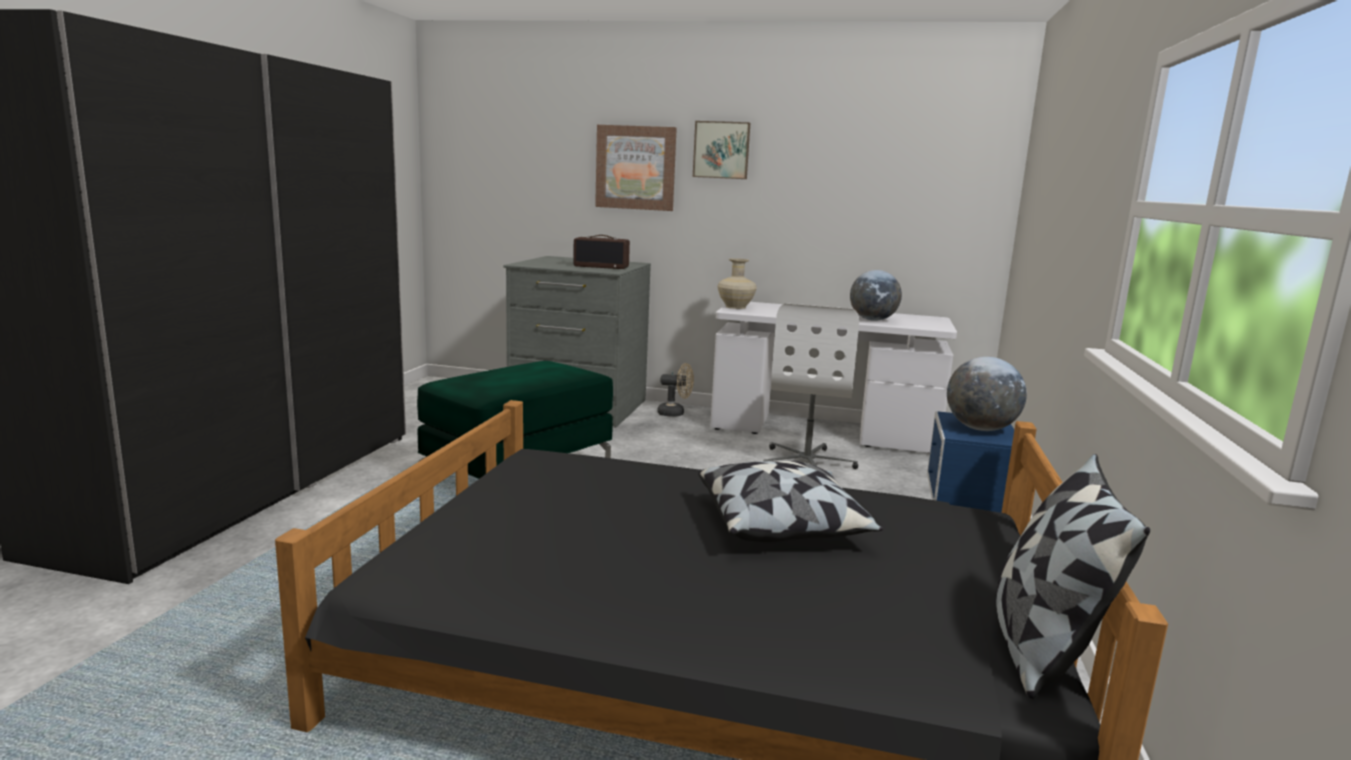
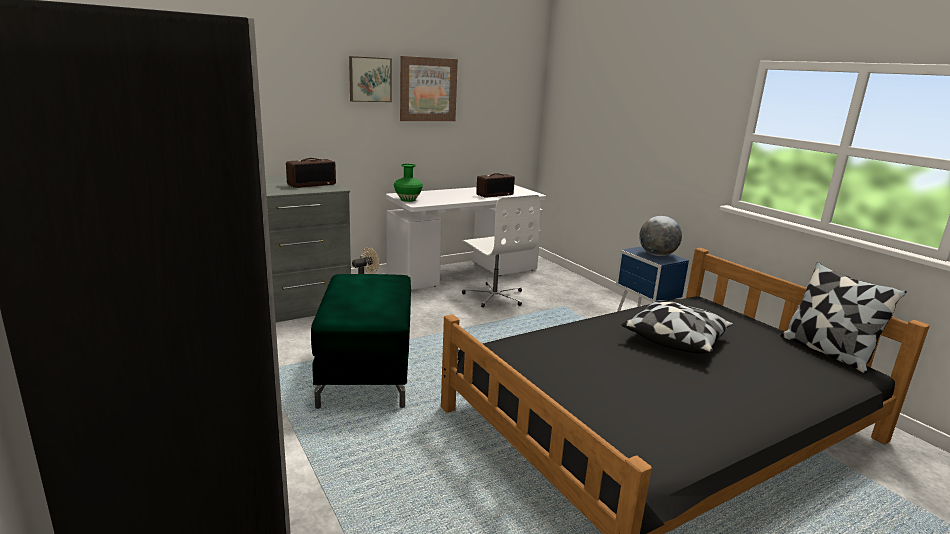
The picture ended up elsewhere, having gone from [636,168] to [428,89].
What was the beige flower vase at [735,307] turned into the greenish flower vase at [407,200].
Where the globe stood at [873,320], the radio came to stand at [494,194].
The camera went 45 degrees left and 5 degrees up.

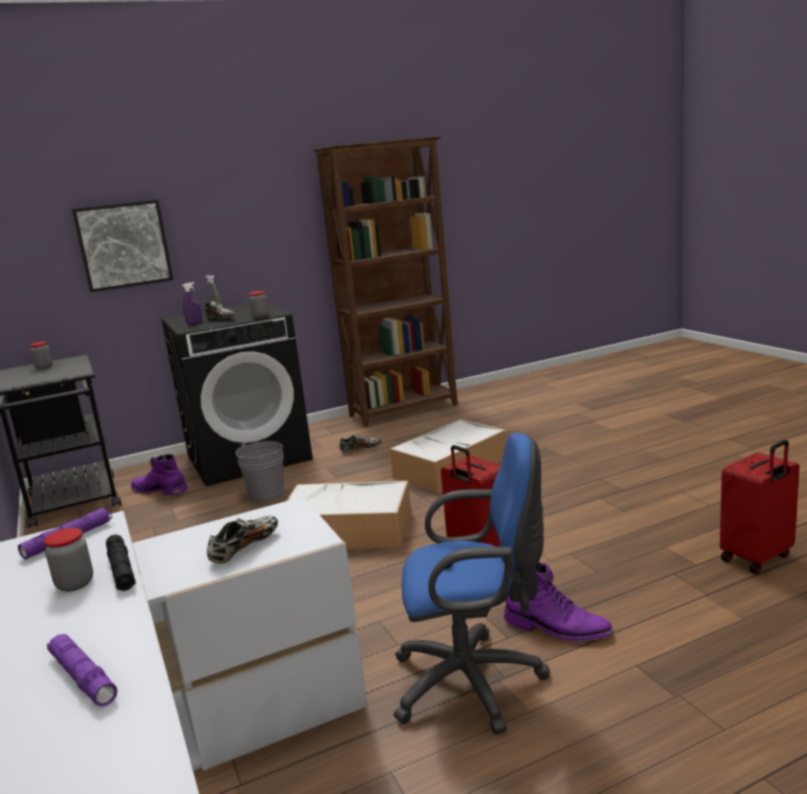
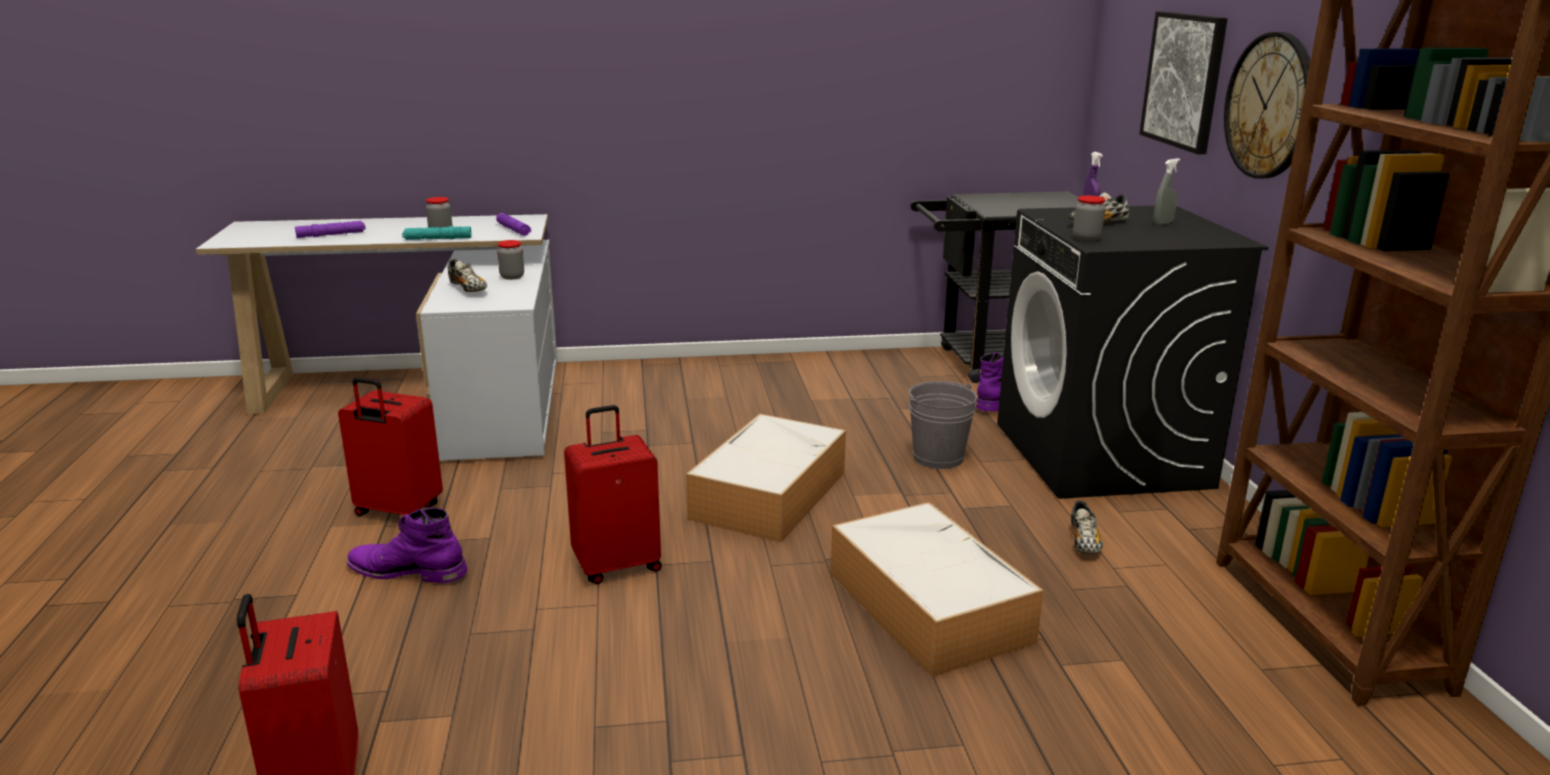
The jar ended up elsewhere, having gone from [44,367] to [512,277].
What was the black hand torch at [121,570] turned into the turquoise-coloured hand torch at [437,239].
Where the blue-coloured office chair stood at [476,683], the red-coloured travel case came to stand at [397,511].
The purple boot at [557,628] ended up facing another way, 60 degrees clockwise from before.
The second view gained the clock on the wall at [1270,106].
The camera went 105 degrees right and 5 degrees up.

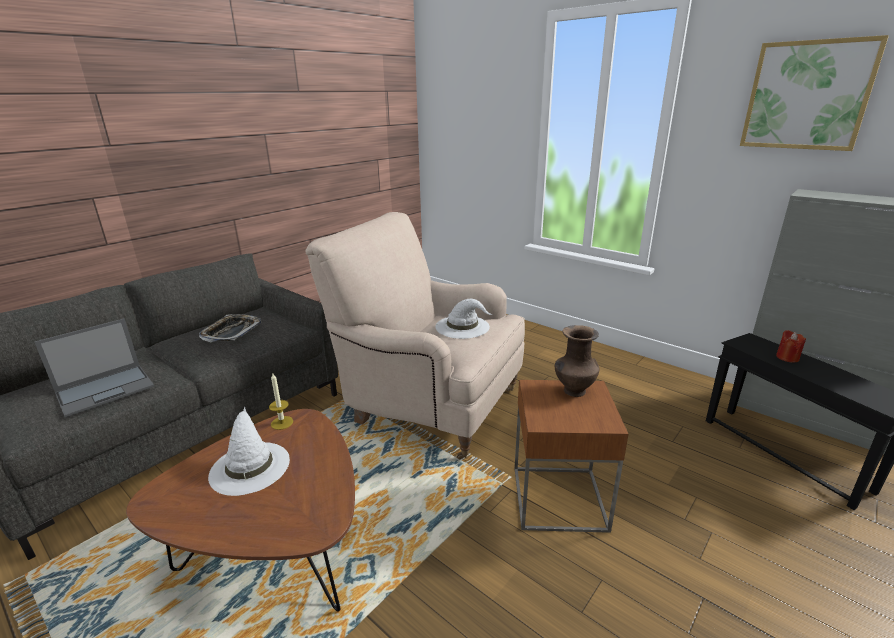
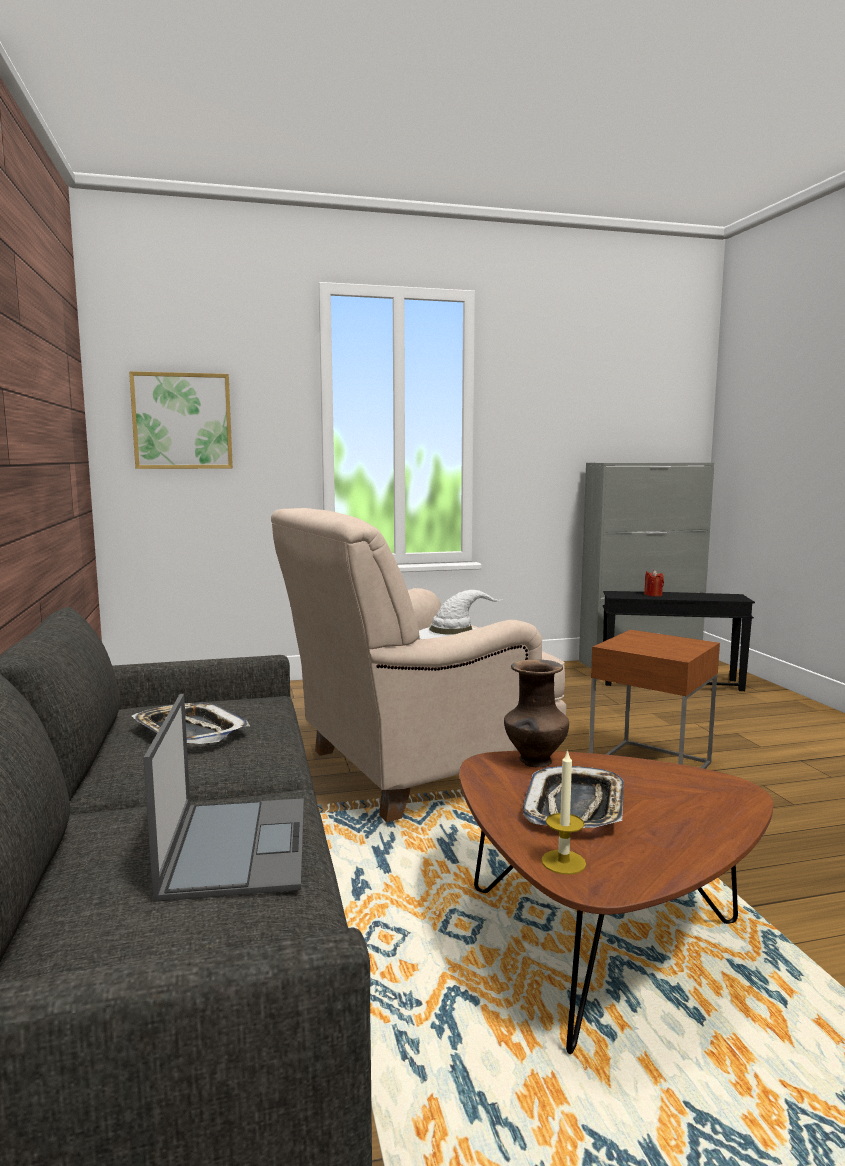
Where the white-coloured hat stood at [249,466], the serving tray came to stand at [575,807].
The wax candle ended up elsewhere, having gone from [282,423] to [563,862].
The brown-coloured flower vase ended up elsewhere, having gone from [573,391] to [535,762].
The picture ended up elsewhere, having gone from [807,96] to [182,421].
The camera went 55 degrees left and 15 degrees down.

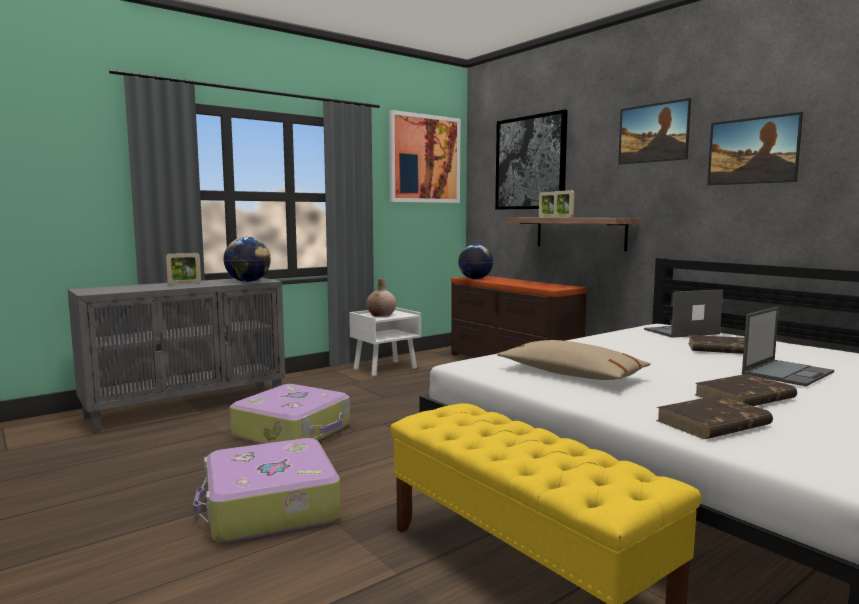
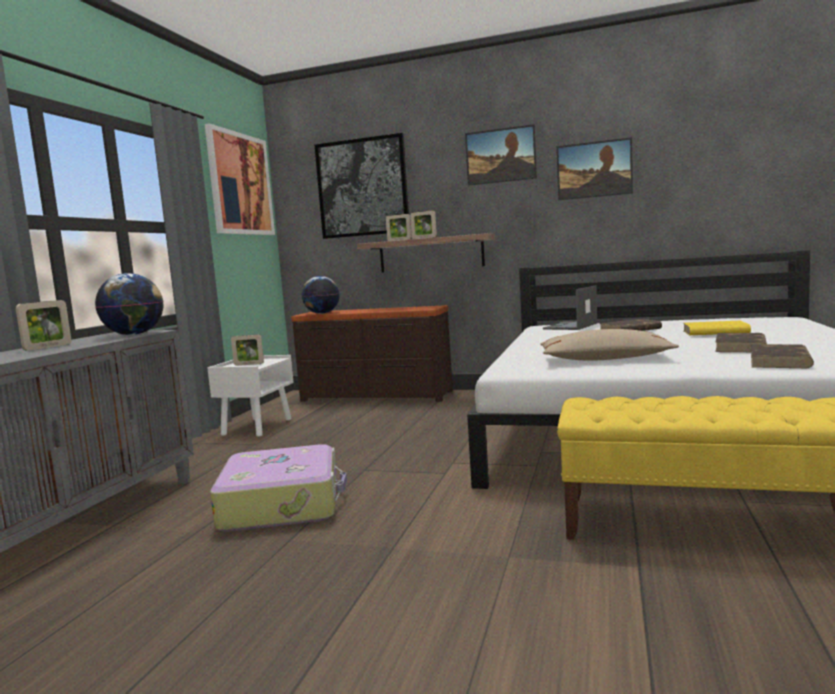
The second view lost the travel case at [269,507].
Where the beige flower vase stood at [381,315], the picture frame came to stand at [249,364].
Where the notebook computer stood at [787,373], the yellow-coloured book came to stand at [714,332].
The camera went 35 degrees left and 0 degrees up.

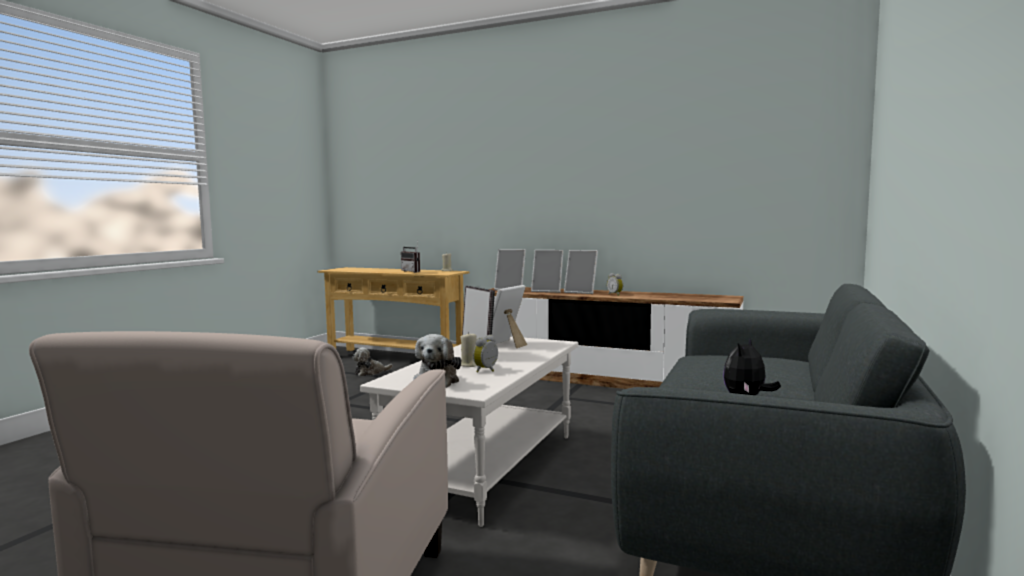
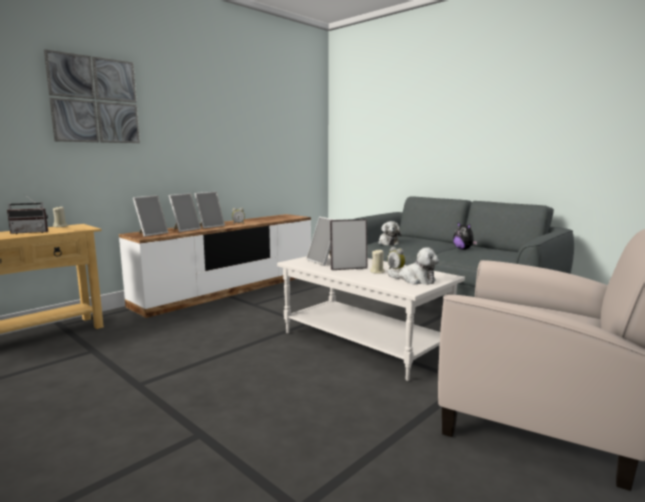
The cuddly toy ended up elsewhere, having gone from [370,372] to [388,243].
The second view gained the picture at [94,100].
The camera went 70 degrees left and 5 degrees up.

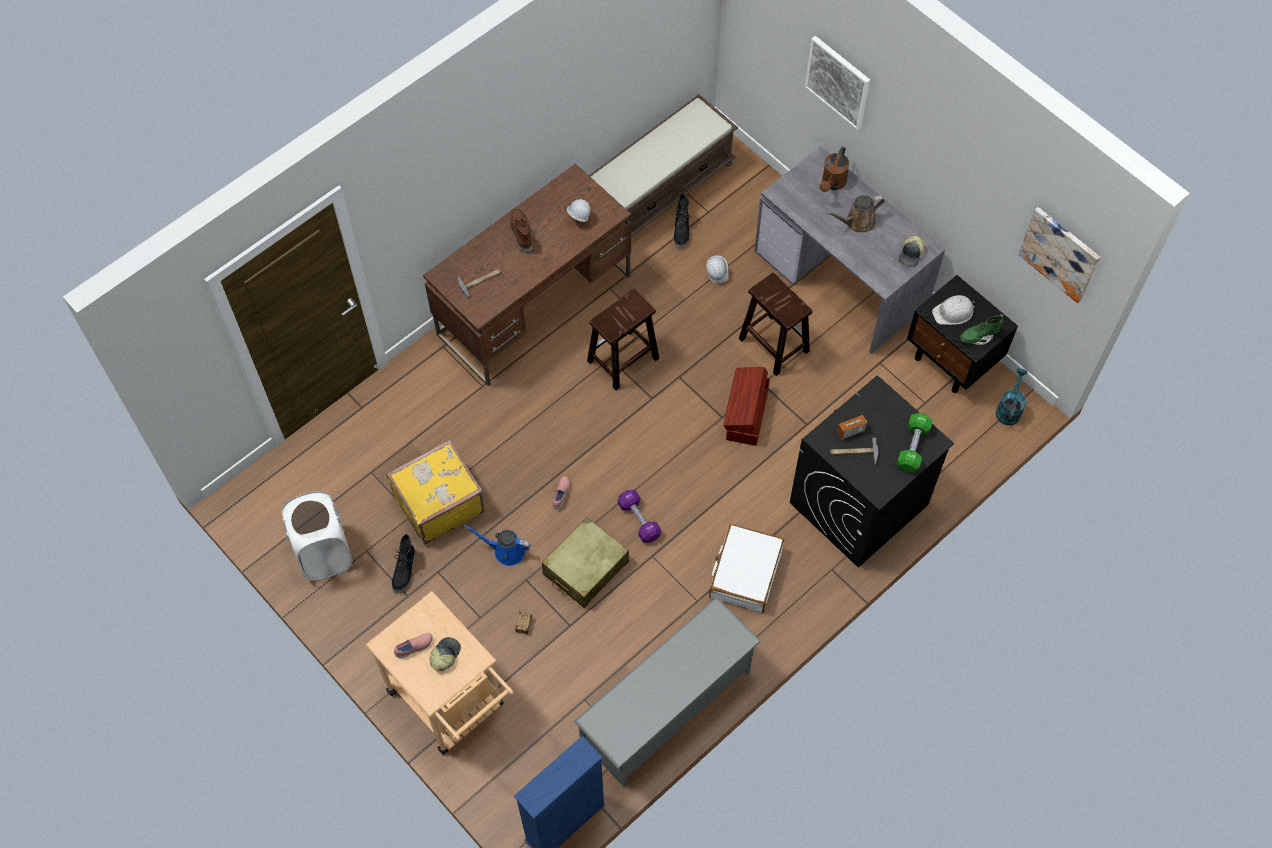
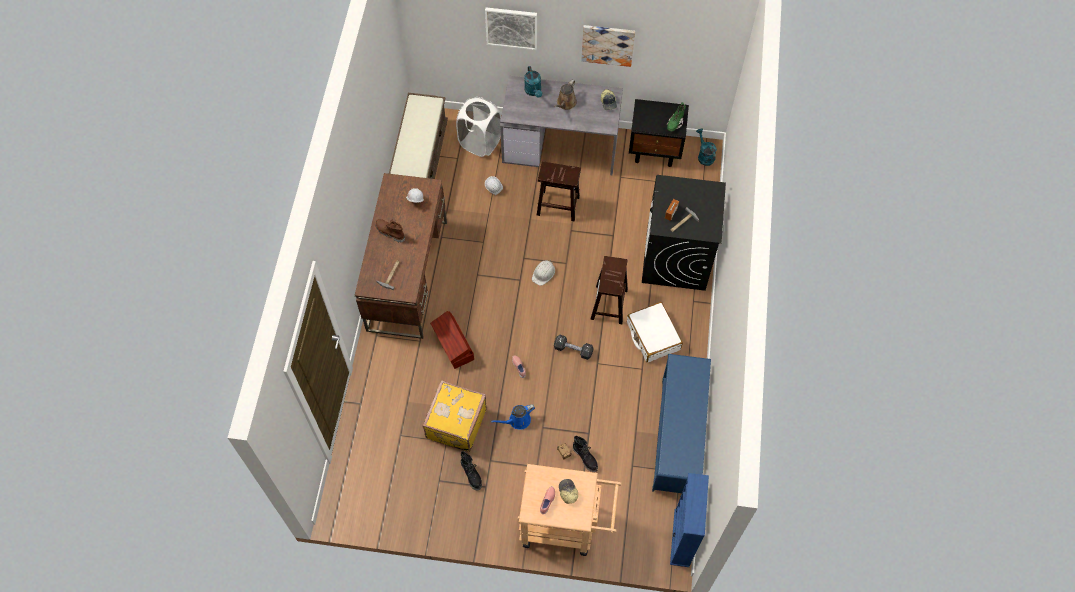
The white-coloured laundry basket ended up elsewhere, having gone from [324,553] to [480,142].
The second view lost the beige travel case at [585,568].
What was the greyish shoe shelf at [666,708] turned into the blue-coloured shoe shelf at [678,436].
The brown-coloured stool seat ended up elsewhere, having gone from [622,360] to [609,305].
What was the purple free weight at [639,520] turned into the black free weight at [573,350].
The black boot ended up elsewhere, having gone from [682,231] to [585,458].
The brown-coloured storage box ended up elsewhere, having gone from [746,414] to [453,346].
What was the brown-coloured sprinkling can at [832,183] turned into the turquoise-coloured sprinkling can at [533,91].
The second view lost the greenish free weight at [913,447].
The white-coloured hard hat ended up elsewhere, having gone from [953,312] to [543,273].
The picture ended up elsewhere, having gone from [1060,253] to [608,44].
The camera went 40 degrees left and 0 degrees up.

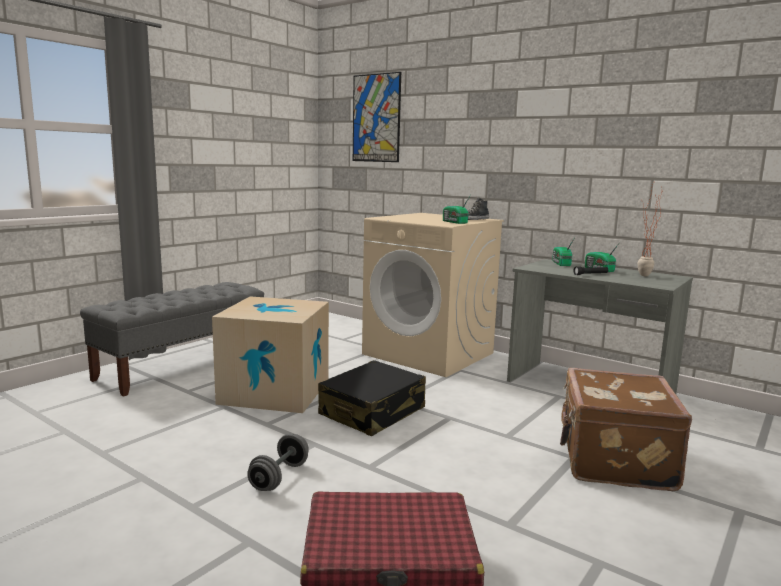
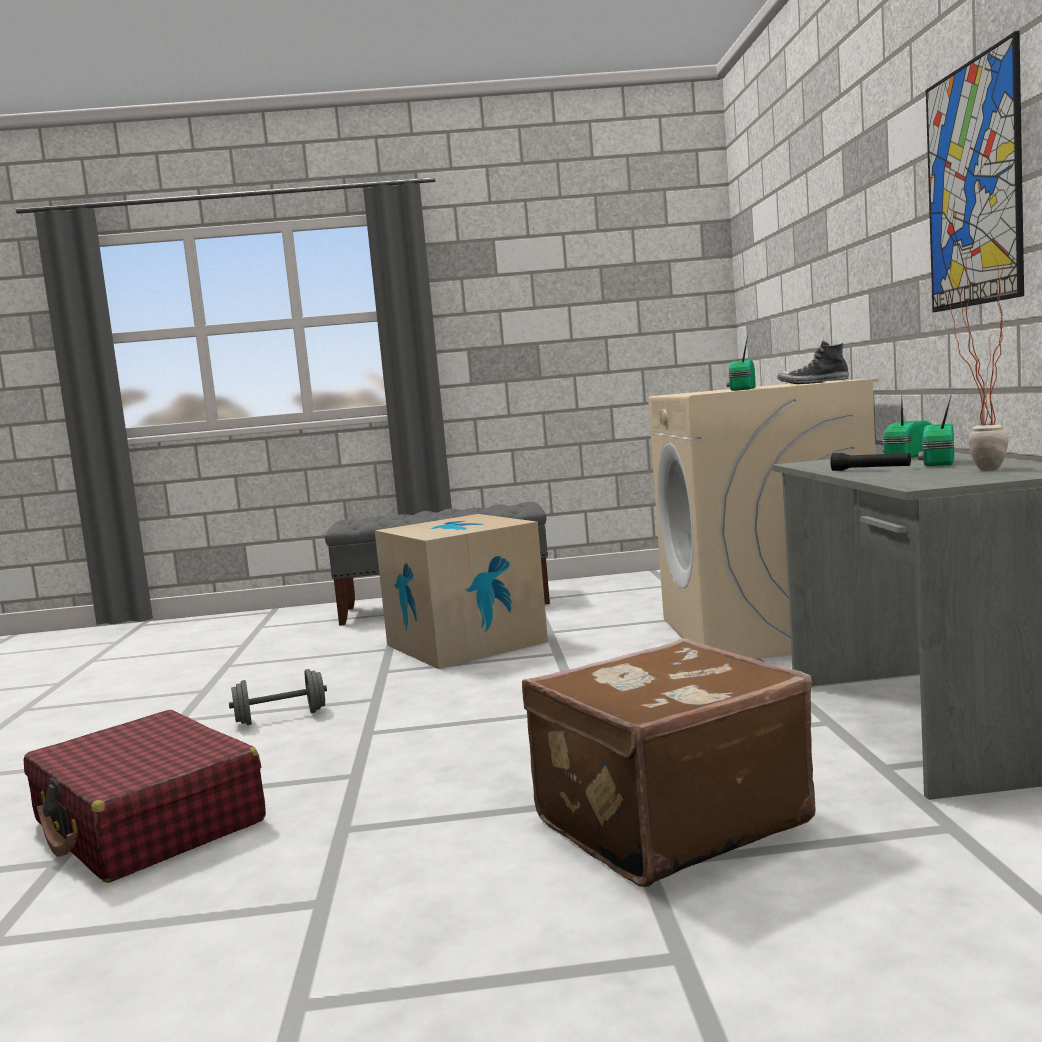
The second view lost the black travel case at [372,412].
The picture ended up elsewhere, having gone from [376,118] to [973,185].
The camera went 50 degrees right and 5 degrees down.

